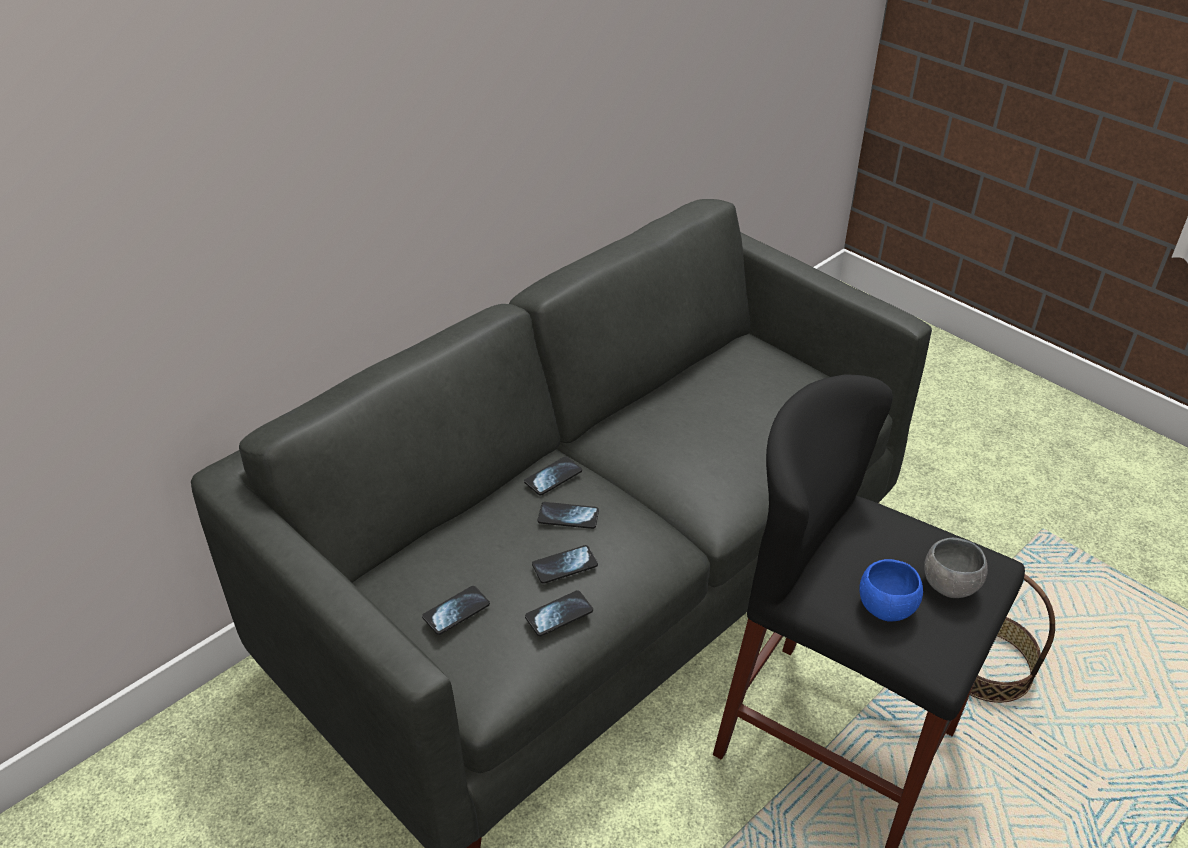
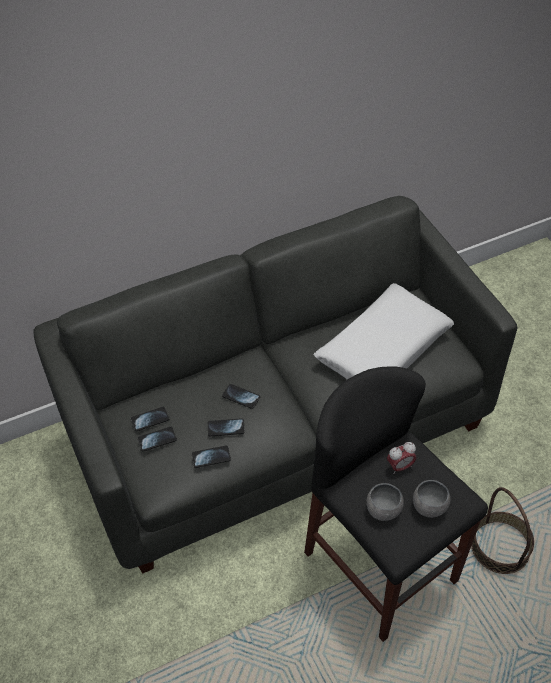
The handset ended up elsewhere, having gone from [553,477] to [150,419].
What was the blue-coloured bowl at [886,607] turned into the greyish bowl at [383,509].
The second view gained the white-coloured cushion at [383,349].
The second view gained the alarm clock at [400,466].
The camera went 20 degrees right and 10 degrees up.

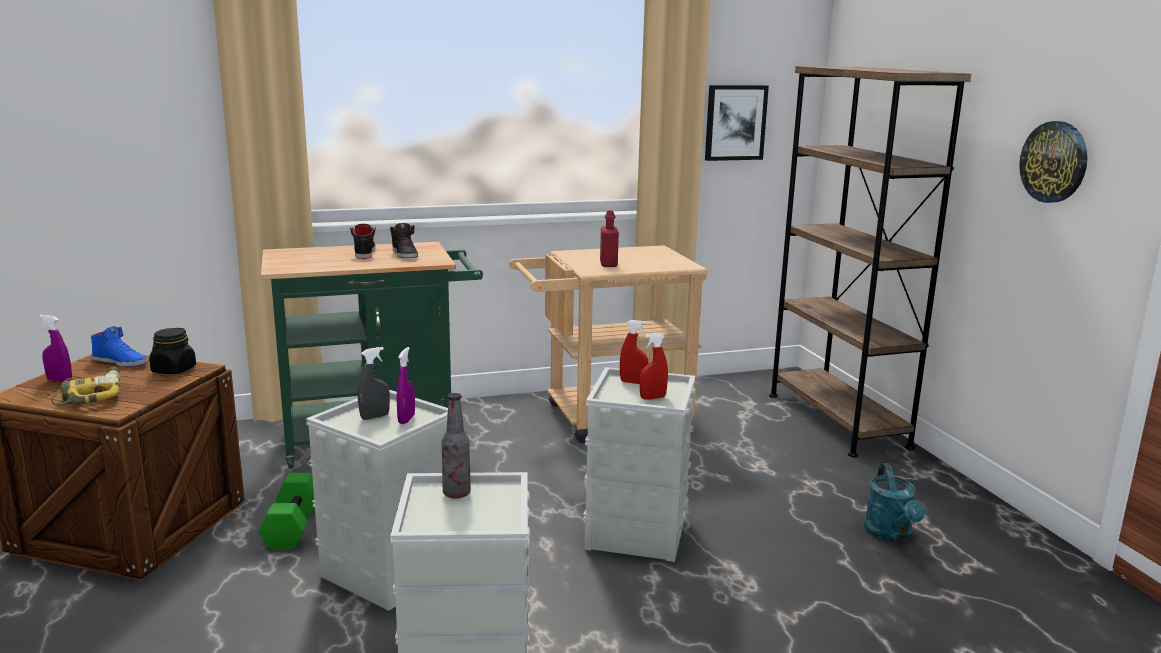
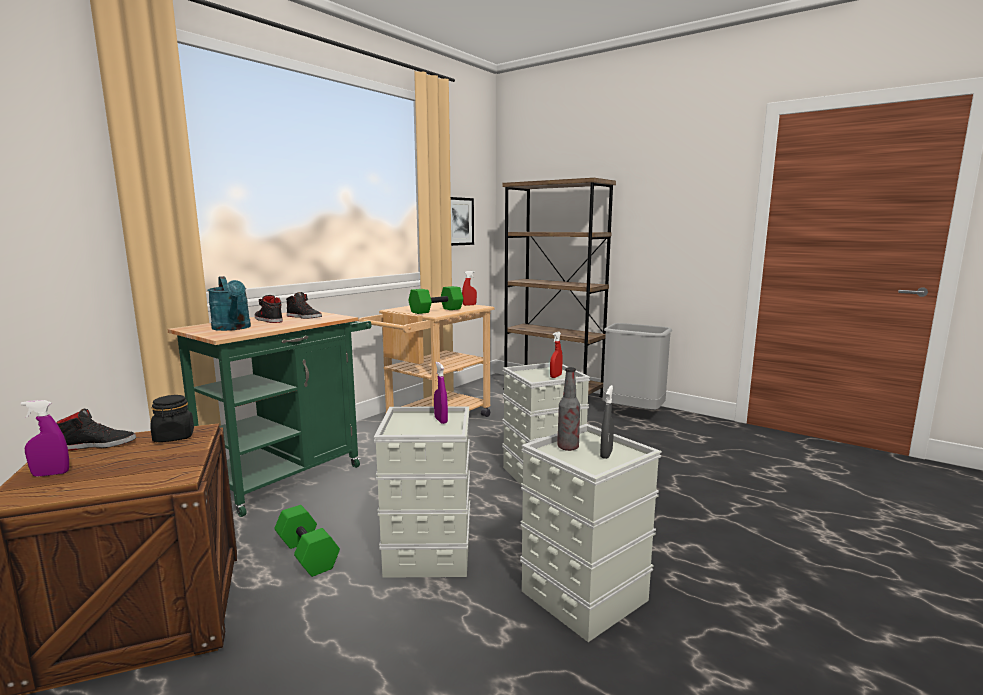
The second view lost the power drill at [90,395].
What was the blue-coloured item of footwear at [121,362] turned into the black item of footwear at [97,445].
The greyish hand sprayer ended up elsewhere, having gone from [375,417] to [606,454].
Where the red-coloured beverage bottle stood at [608,264], the greenish free weight came to stand at [436,310].
The red-coloured hand sprayer ended up elsewhere, having gone from [633,382] to [469,305].
The turquoise-coloured sprinkling can ended up elsewhere, having gone from [891,535] to [233,328].
The second view lost the clock on the wall at [1054,162].
The second view gained the greyish waste bin at [632,413].
The camera went 35 degrees left and 5 degrees down.

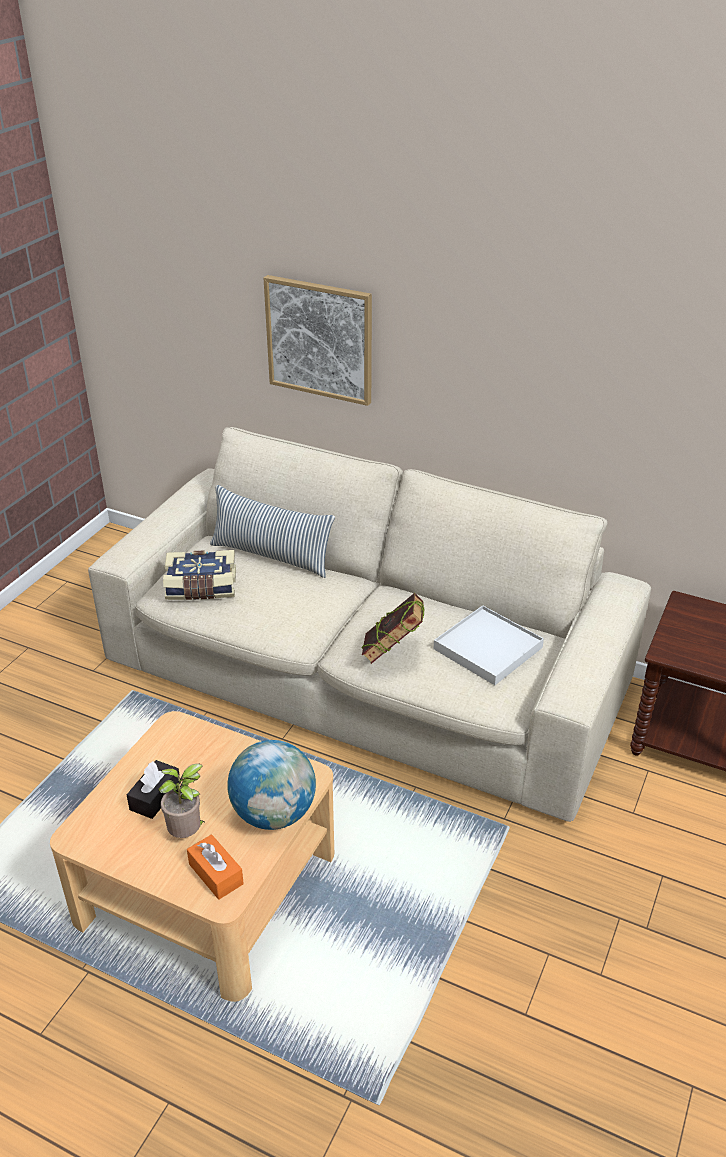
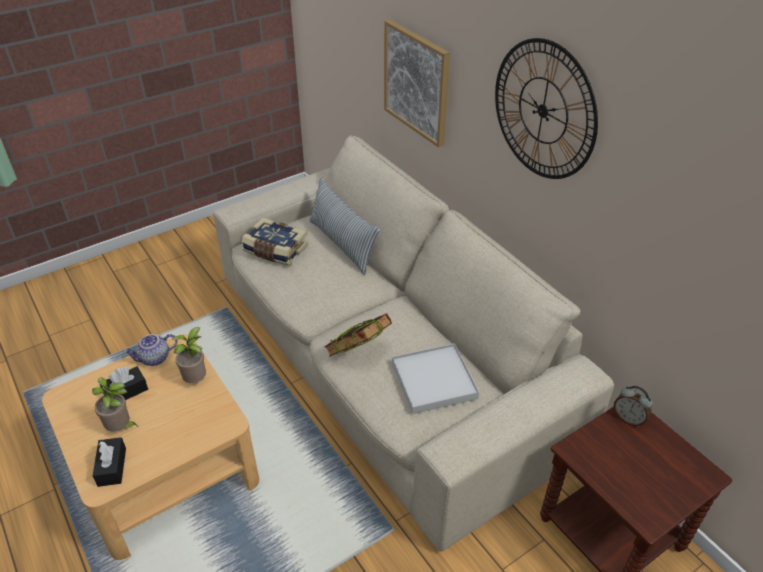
What was the orange-coloured tissue box at [216,874] turned into the black tissue box at [112,467].
The second view lost the globe at [274,814].
The second view gained the tea pot at [154,359].
The second view gained the potted plant at [197,380].
The second view gained the clock on the wall at [543,110].
The second view gained the alarm clock at [628,419].
The camera went 30 degrees right and 5 degrees up.

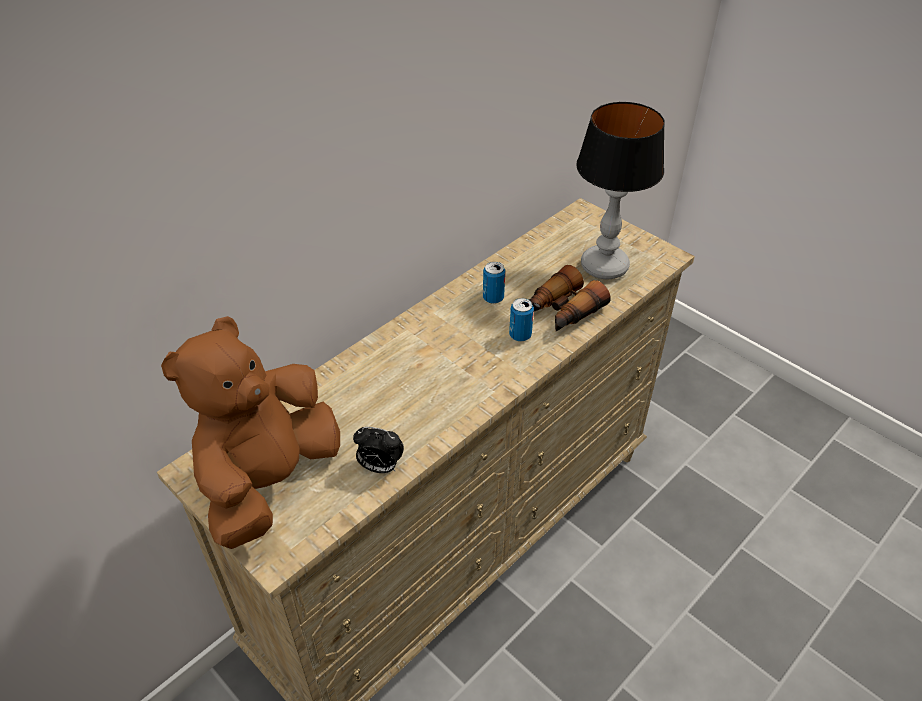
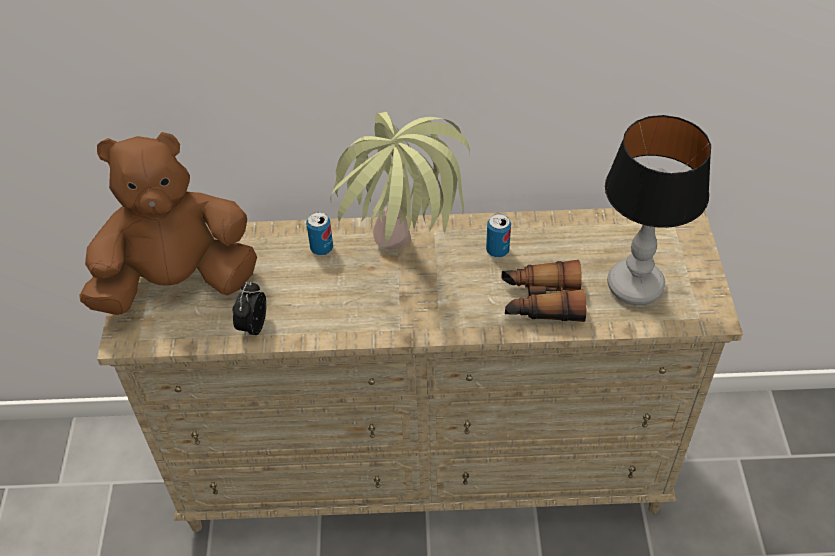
The alarm clock at [379,467] ended up facing another way, 45 degrees clockwise from before.
The sealed can ended up elsewhere, having gone from [520,335] to [321,248].
The second view gained the potted plant at [404,272].
The camera went 45 degrees right and 5 degrees up.

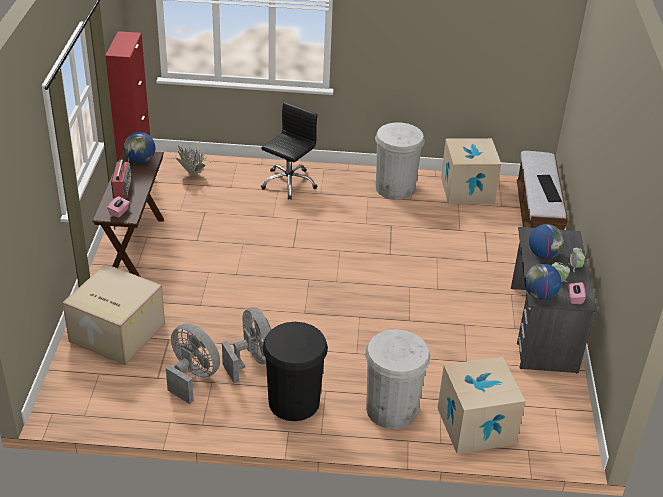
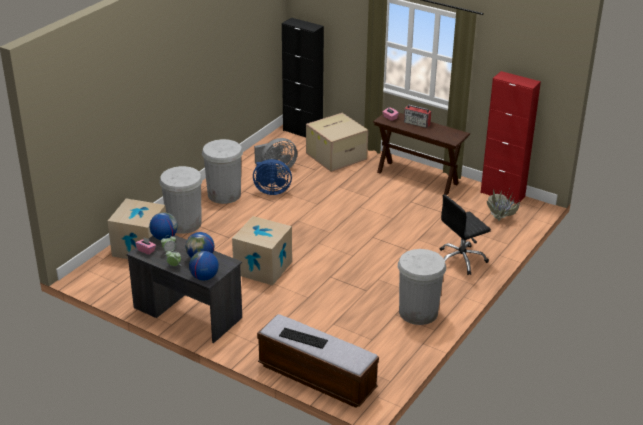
The globe ended up elsewhere, having gone from [140,160] to [204,277].
What was the greyish cooling fan at [252,360] turned into the blue-coloured cooling fan at [271,191].
The black office chair at [288,183] ended up facing another way, 90 degrees clockwise from before.
What was the black waste bin at [294,402] turned into the white-coloured waste bin at [224,194].
The packing box ended up elsewhere, having gone from [467,190] to [263,268].
The second view gained the black cupboard at [302,132].
The camera went 120 degrees right and 5 degrees down.

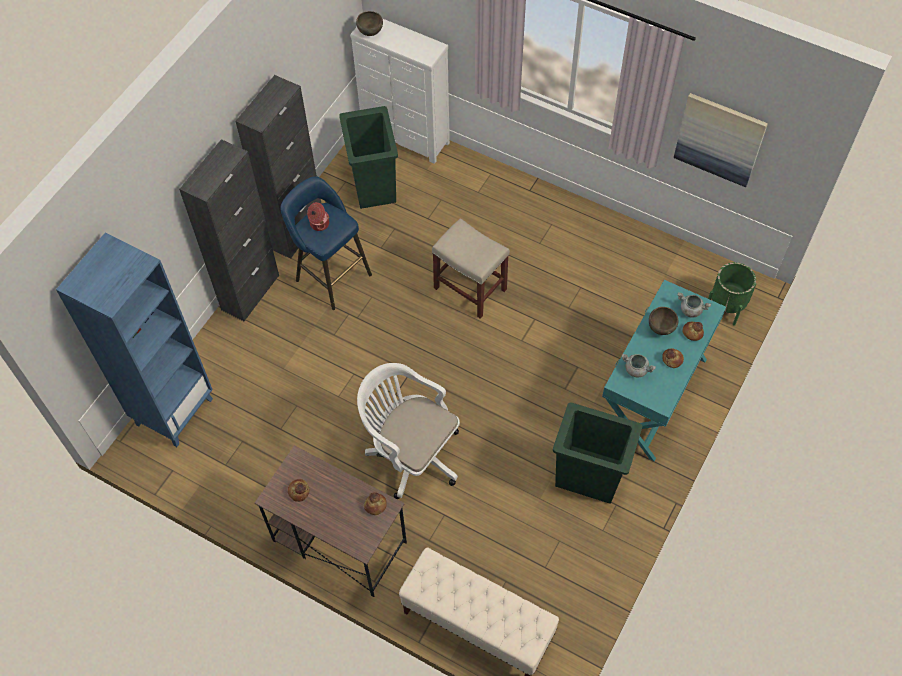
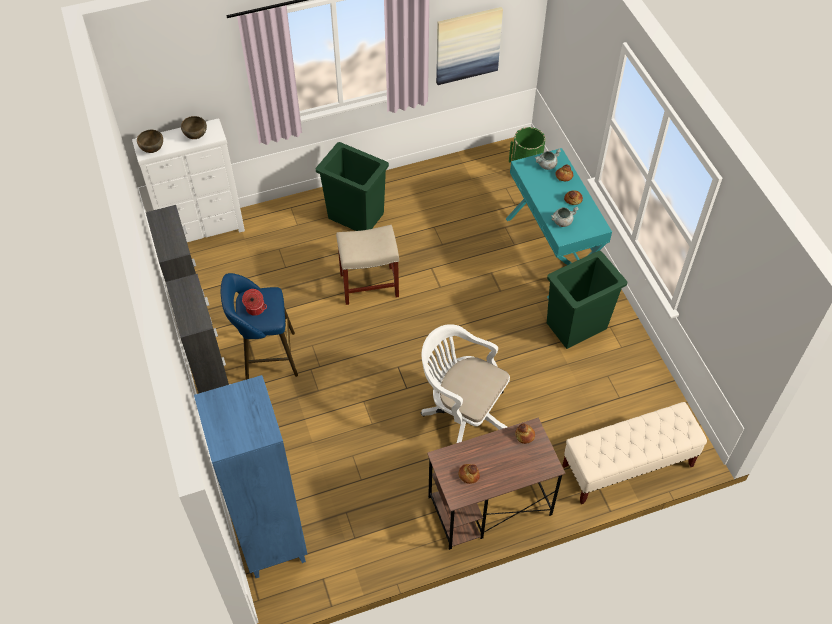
The greenish waste bin ended up elsewhere, having gone from [374,185] to [355,215].
The white-coloured office chair at [411,453] ended up facing another way, 45 degrees clockwise from before.
The brown-coloured bowl ended up elsewhere, having gone from [661,328] to [195,136].
The camera went 50 degrees left and 5 degrees down.

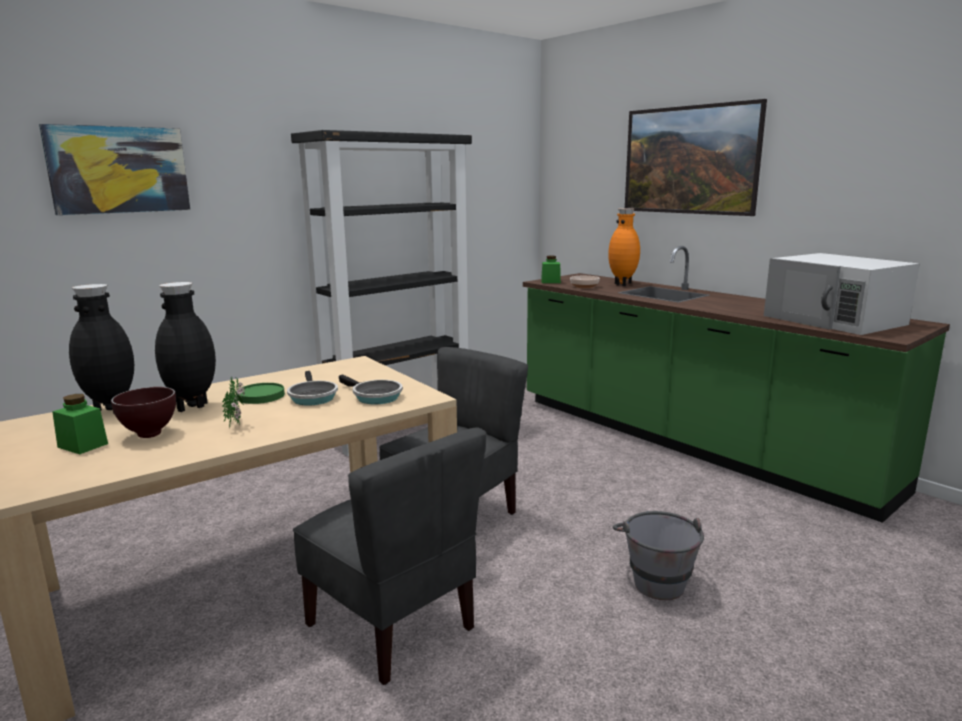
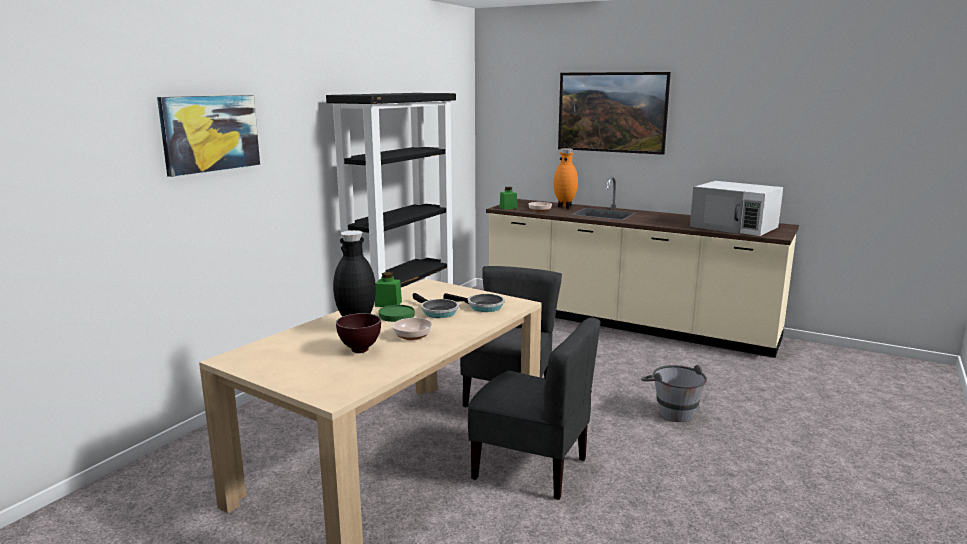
The greenish jar ended up elsewhere, having gone from [83,445] to [388,304].
The second view lost the black flower vase at [112,410].
Where the potted plant stood at [235,424], the bowl came to stand at [412,336].
What was the greenish kitchen base unit at [687,442] turned into the beige kitchen base unit at [626,323].
The camera went 20 degrees left and 0 degrees up.

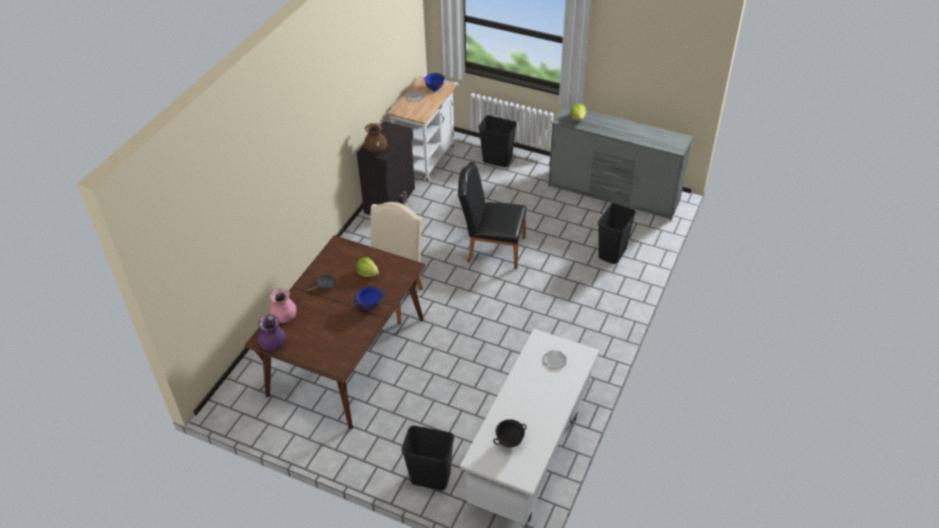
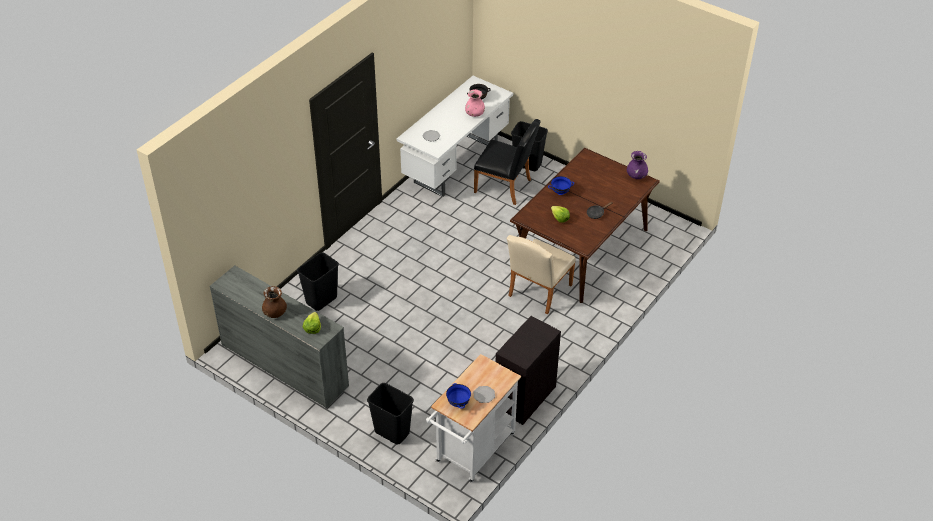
The pink-coloured flower vase ended up elsewhere, having gone from [284,317] to [474,114].
The brown-coloured flower vase ended up elsewhere, having gone from [376,150] to [275,313].
The black upright chair ended up elsewhere, having gone from [491,248] to [506,187].
The camera went 170 degrees left and 0 degrees up.

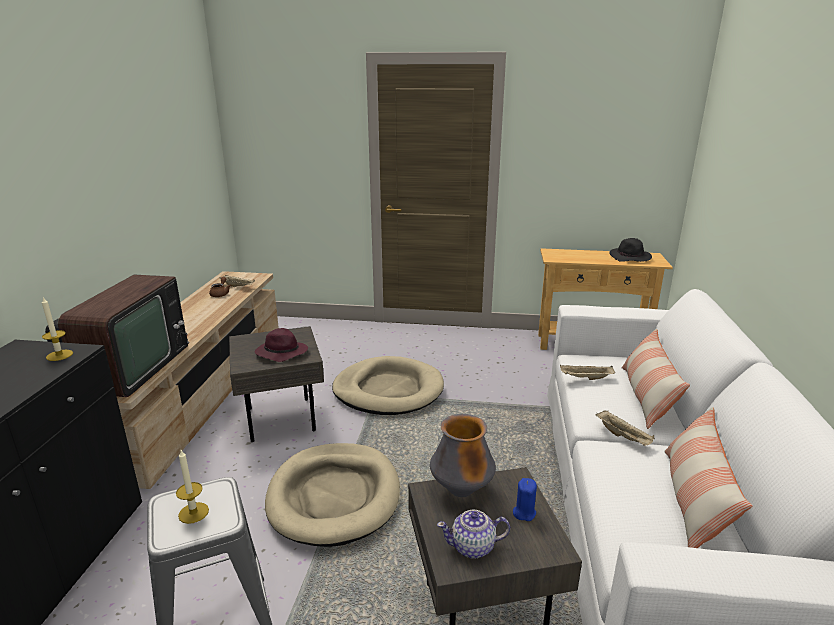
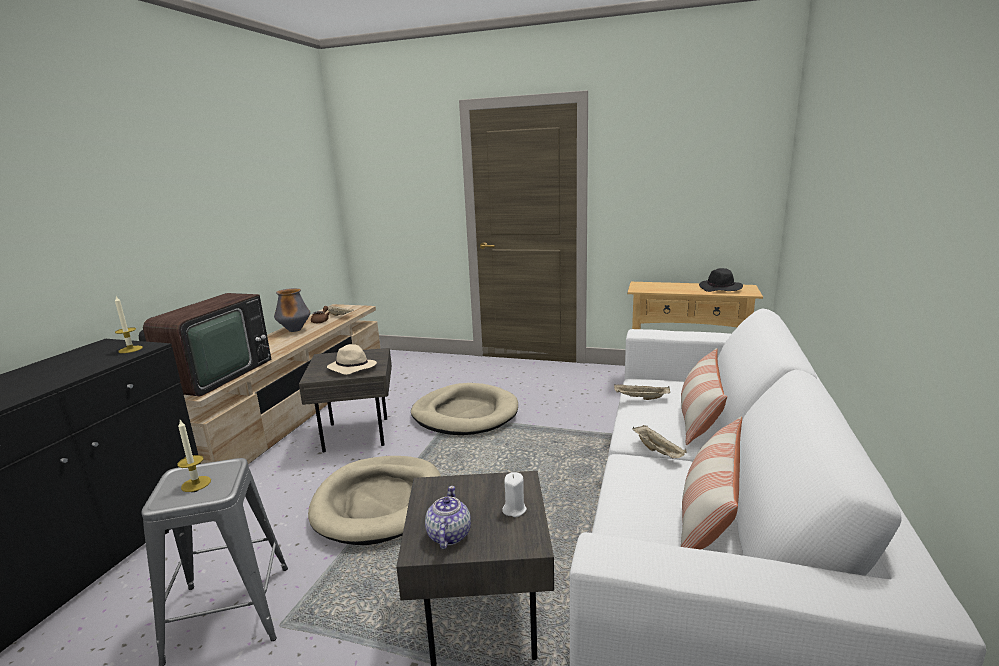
What was the purple hat at [281,353] turned into the beige hat at [351,368].
The flower vase ended up elsewhere, having gone from [461,490] to [295,330].
The tea pot at [473,547] ended up facing another way, 90 degrees clockwise from before.
What was the blue-coloured wax candle at [524,512] turned into the white-coloured wax candle at [514,509].
The camera went 10 degrees right and 5 degrees down.

